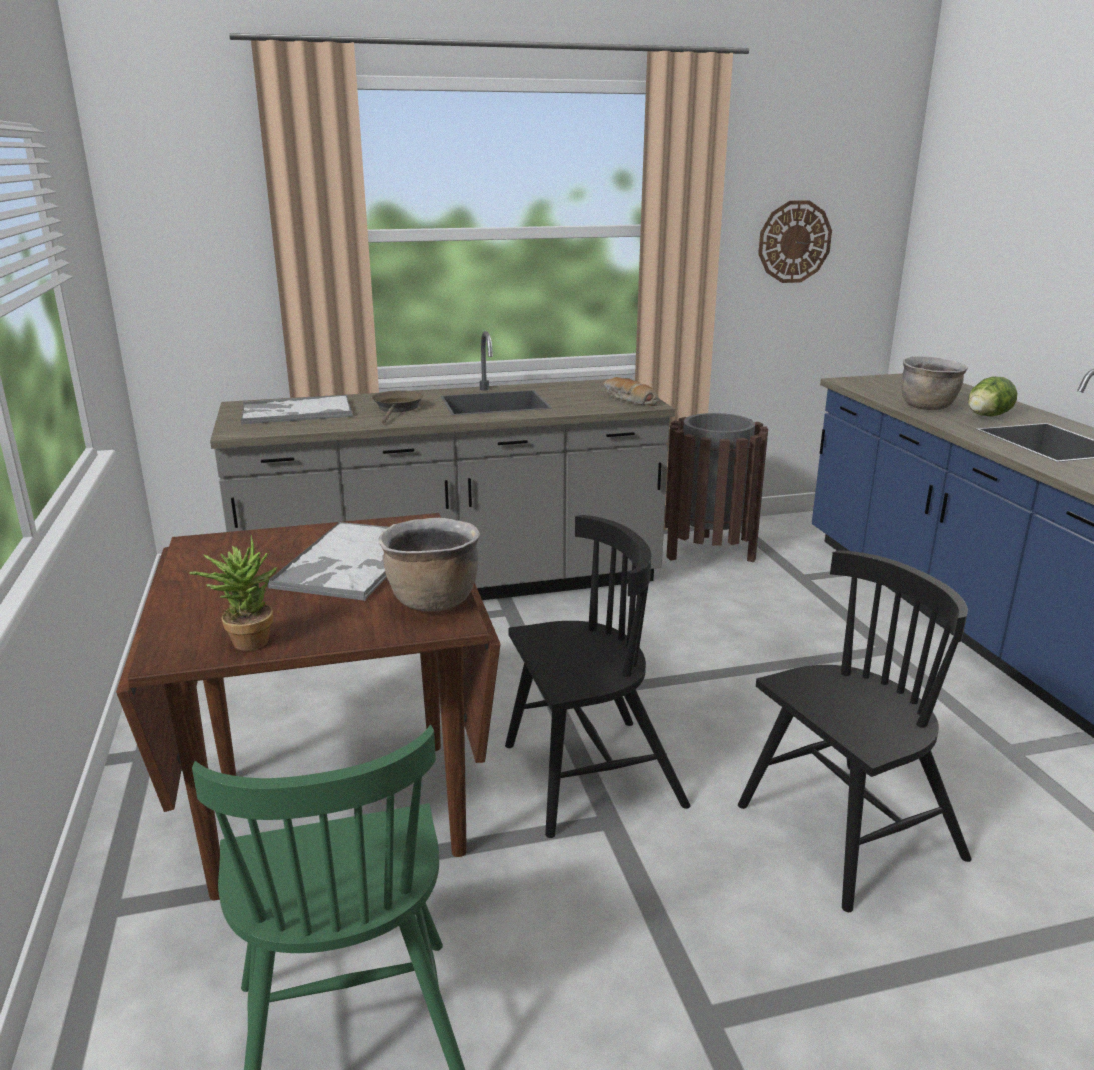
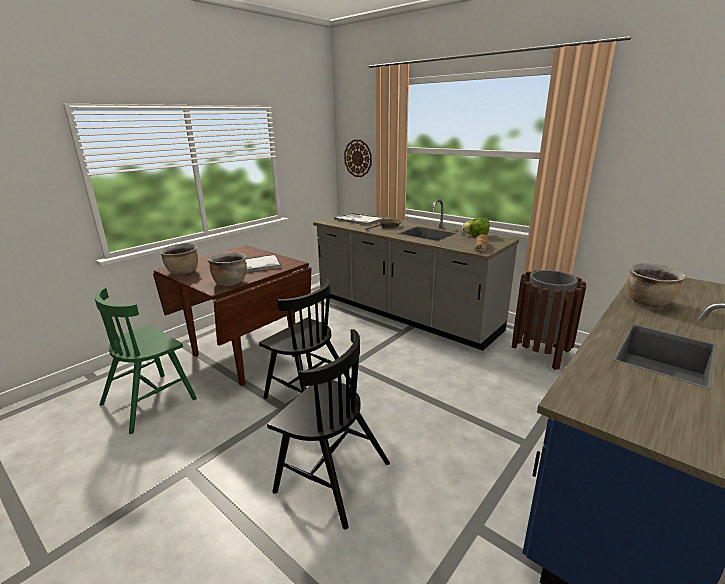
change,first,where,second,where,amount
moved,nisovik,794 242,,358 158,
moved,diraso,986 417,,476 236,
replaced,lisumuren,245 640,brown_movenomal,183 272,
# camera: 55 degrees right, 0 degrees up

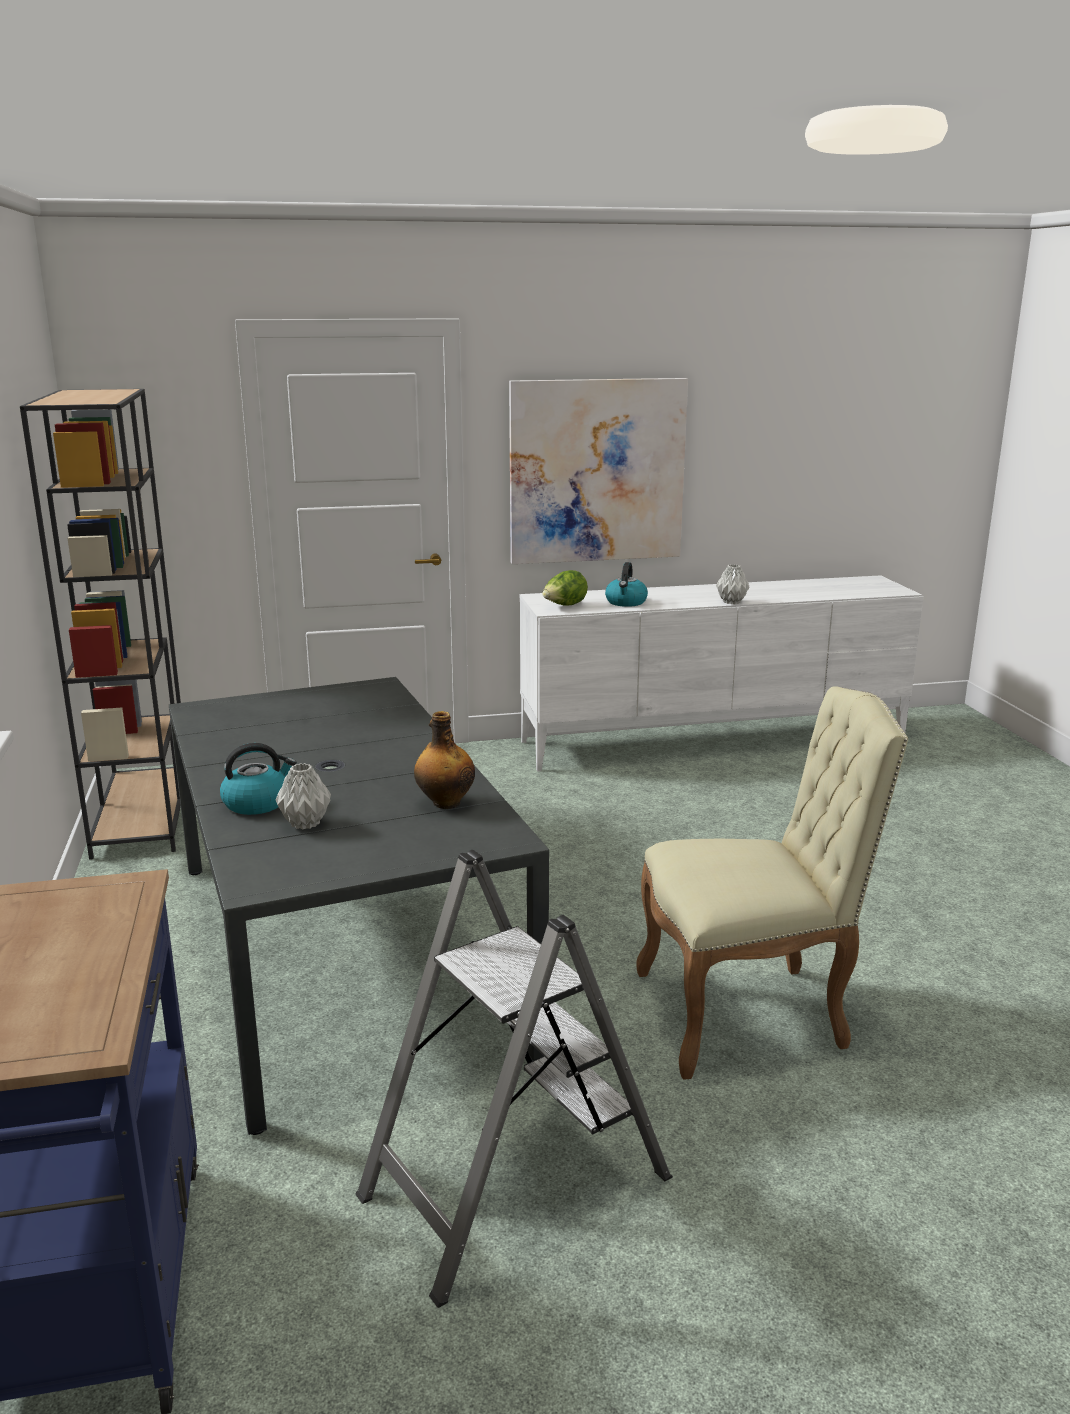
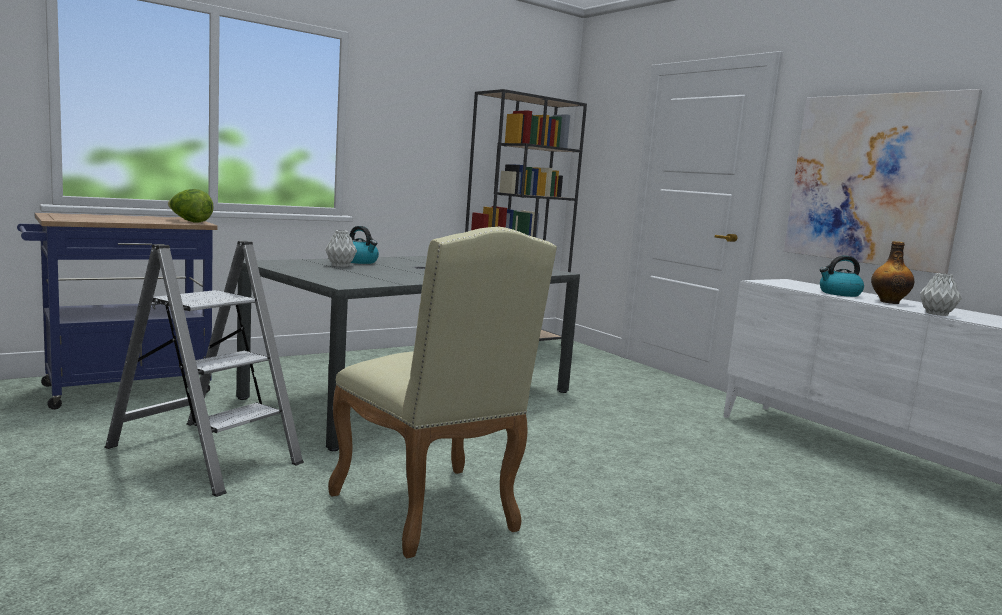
change,first,where,second,where,amount
moved,diraso,564 606,,189 222,
moved,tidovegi,445 803,,889 302,
# camera: 65 degrees right, 10 degrees down

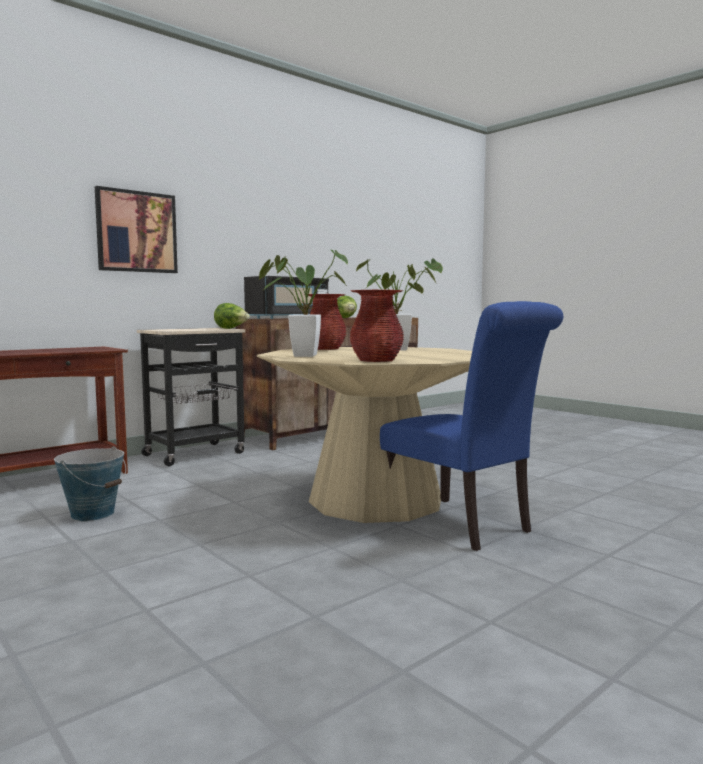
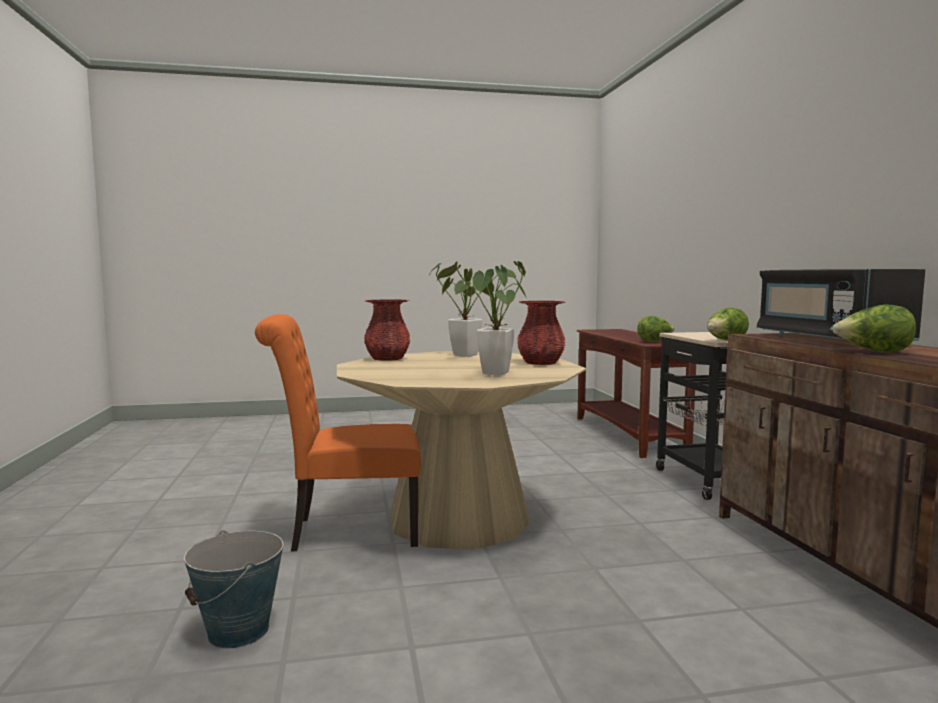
change,first,where,second,where,amount
removed,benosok,136 232,,,
recoloured,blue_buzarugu,464 525,orange_buzarugu,347 531,
moved,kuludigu,93 514,,238 631,
added,,,diraso,655 341,
# camera: 120 degrees right, 0 degrees up

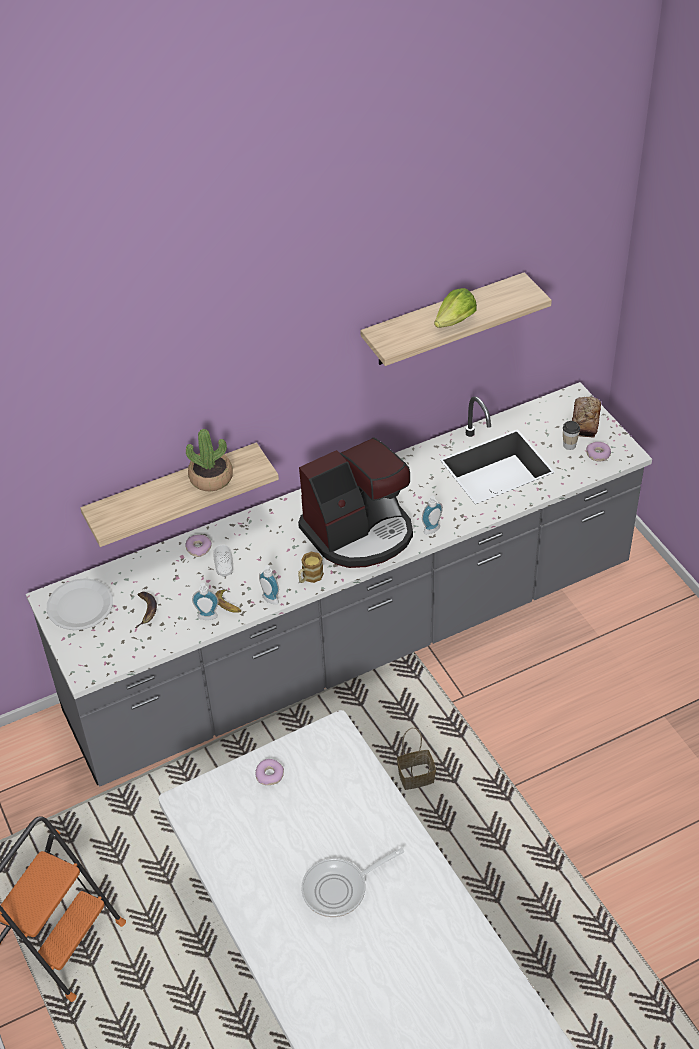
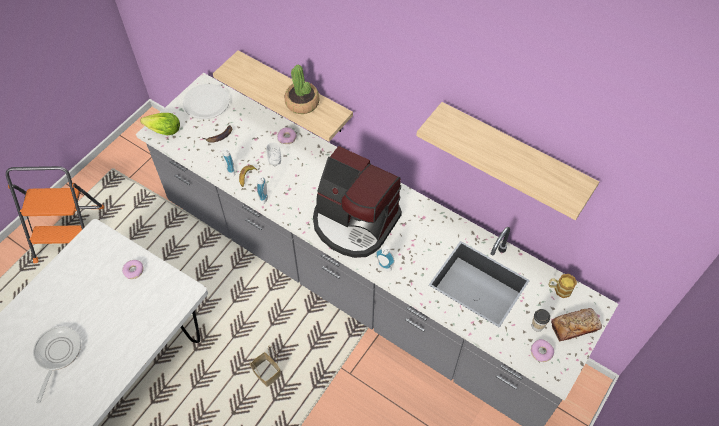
change,first,where,second,where,amount
moved,diraso,455 321,,163 130,
moved,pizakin,309 577,,559 289,
turned,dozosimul,340 888,,57 355,60 degrees clockwise
# camera: 60 degrees right, 10 degrees up

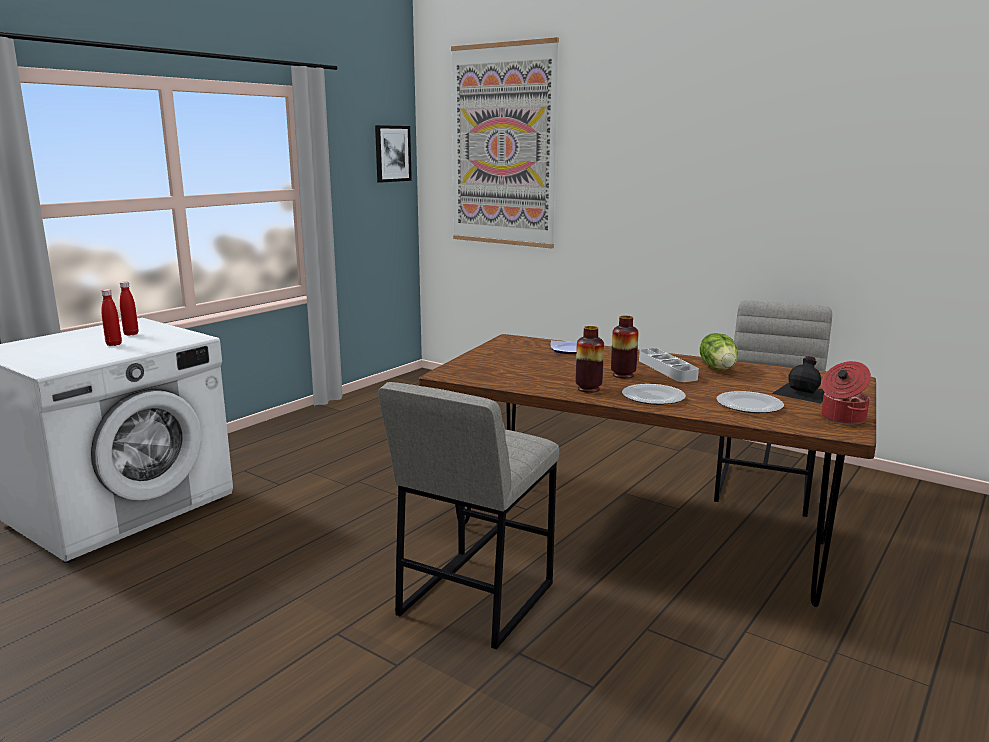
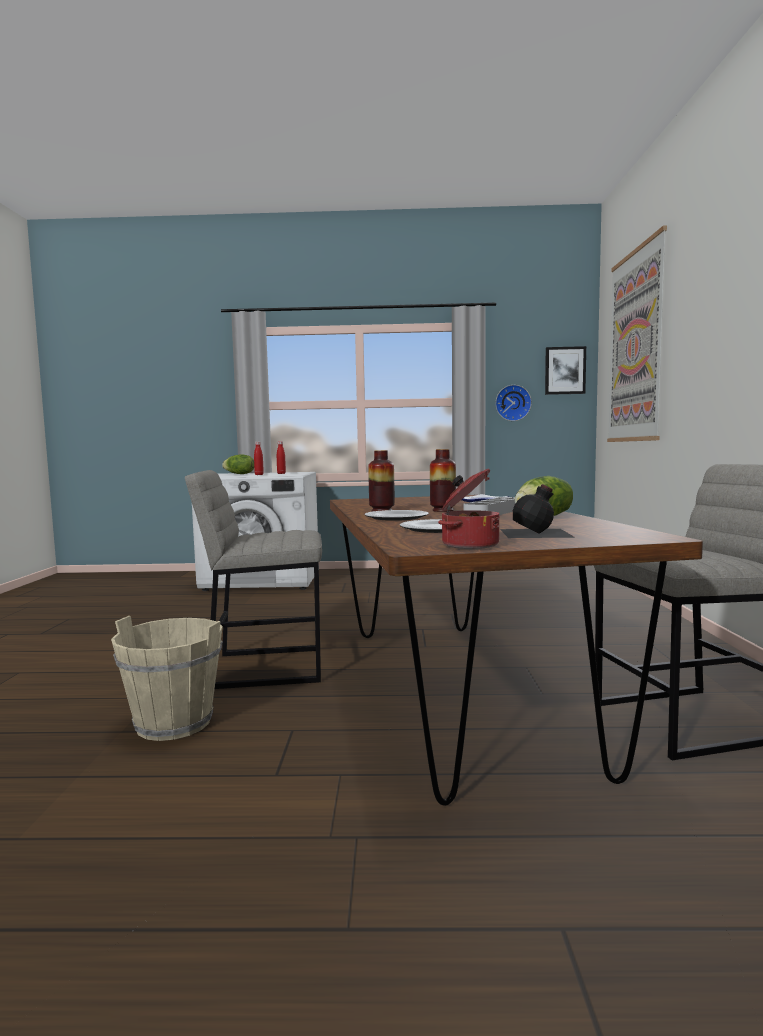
change,first,where,second,where,amount
added,,,nisovik,512 403,
added,,,diraso,239 474,
added,,,beige_kuludigu,174 723,
# camera: 55 degrees right, 10 degrees down

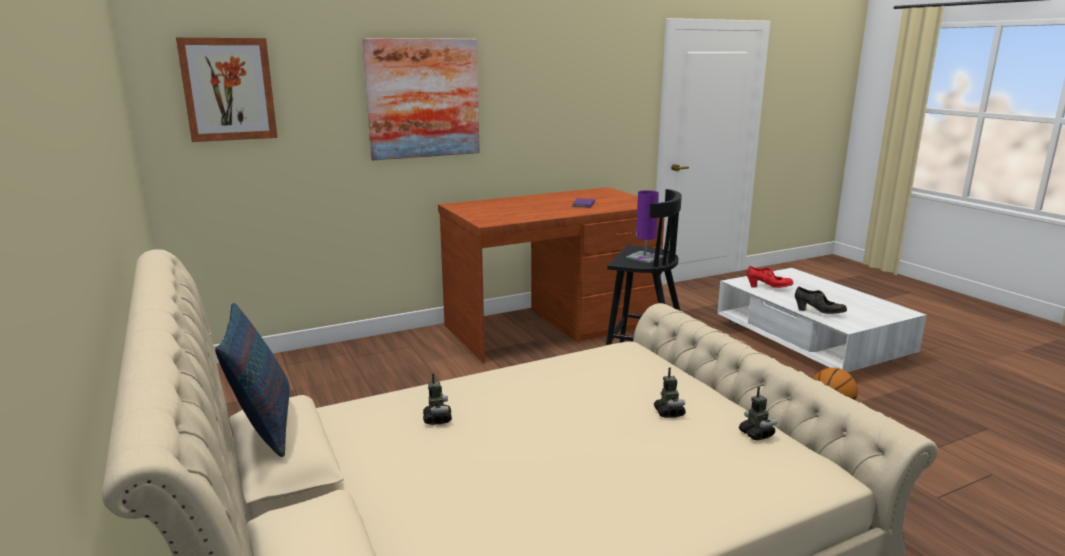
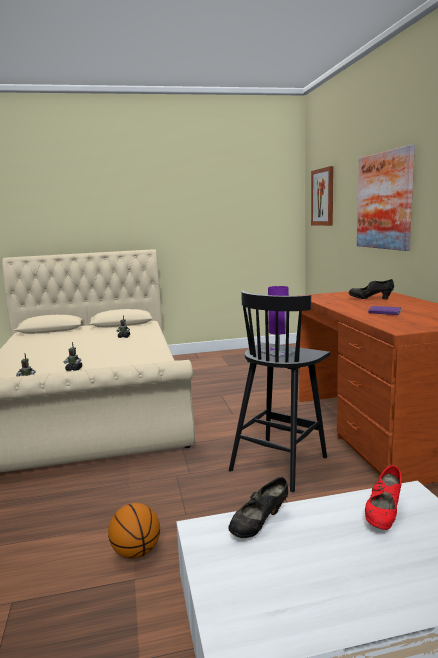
change,first,where,second,where,amount
removed,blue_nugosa,265 427,,,
added,,,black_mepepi,370 299,
# camera: 105 degrees right, 5 degrees down

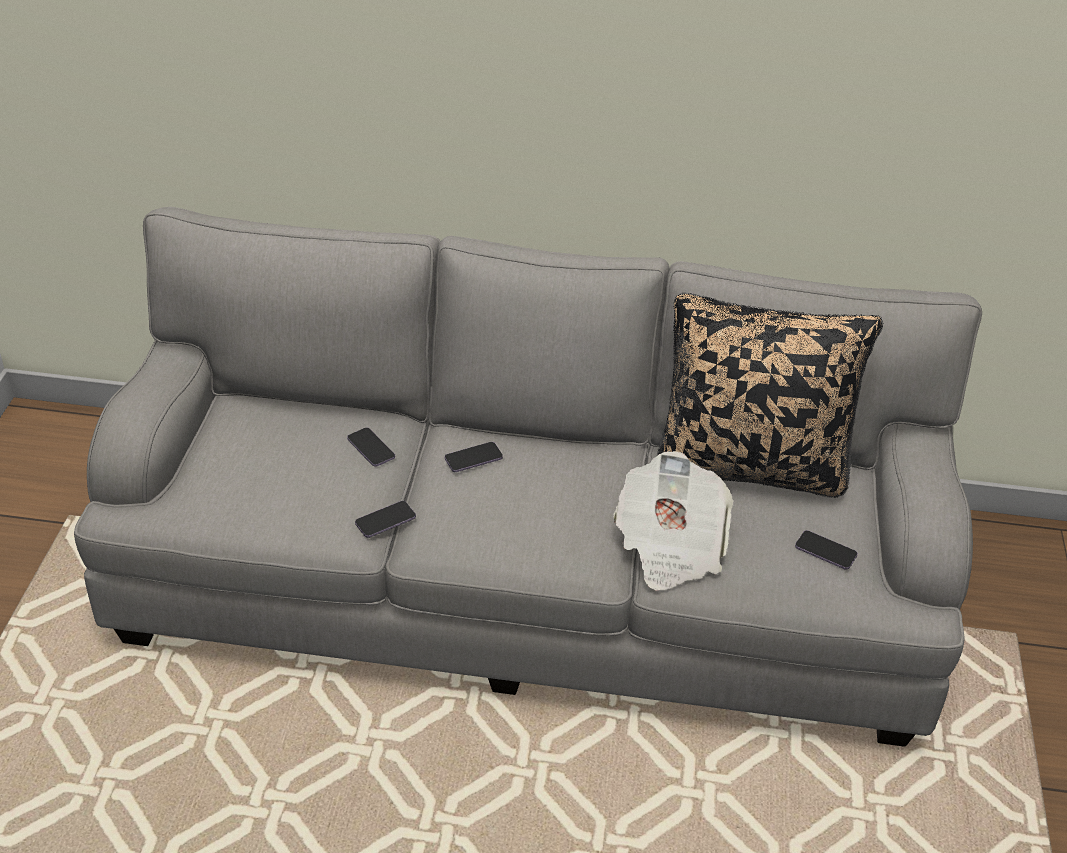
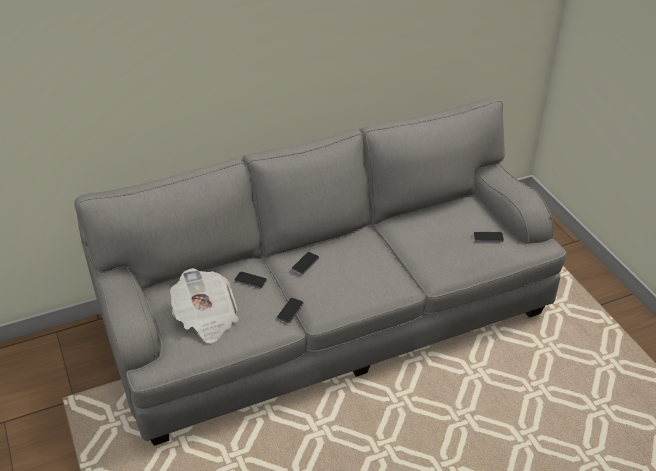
change,first,where,second,where,amount
removed,black_nugosa,752 471,,,
moved,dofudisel,670 546,,206 318,
# camera: 30 degrees left, 0 degrees up

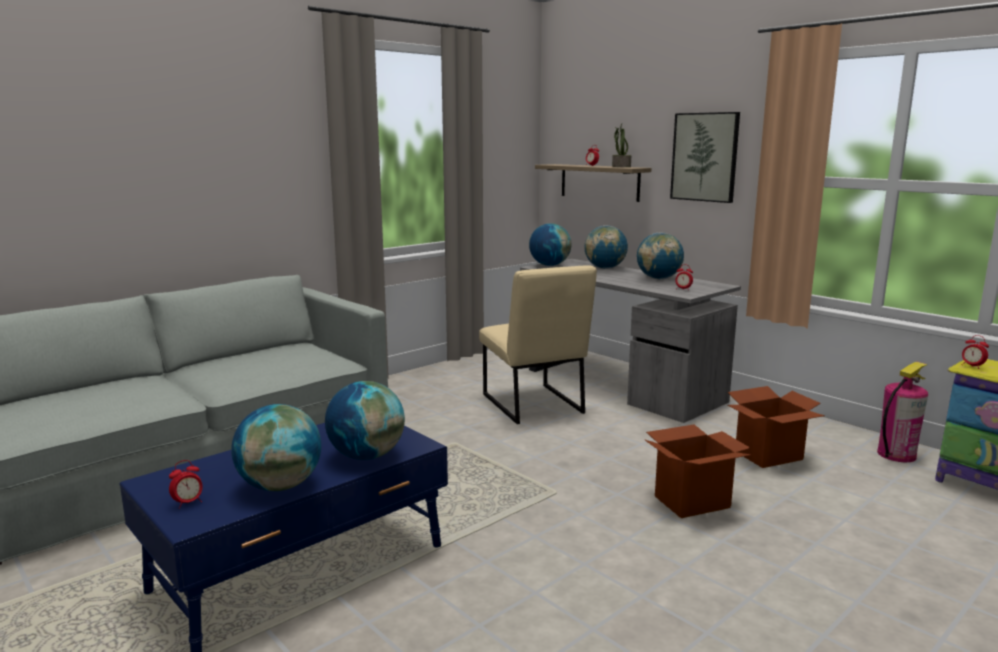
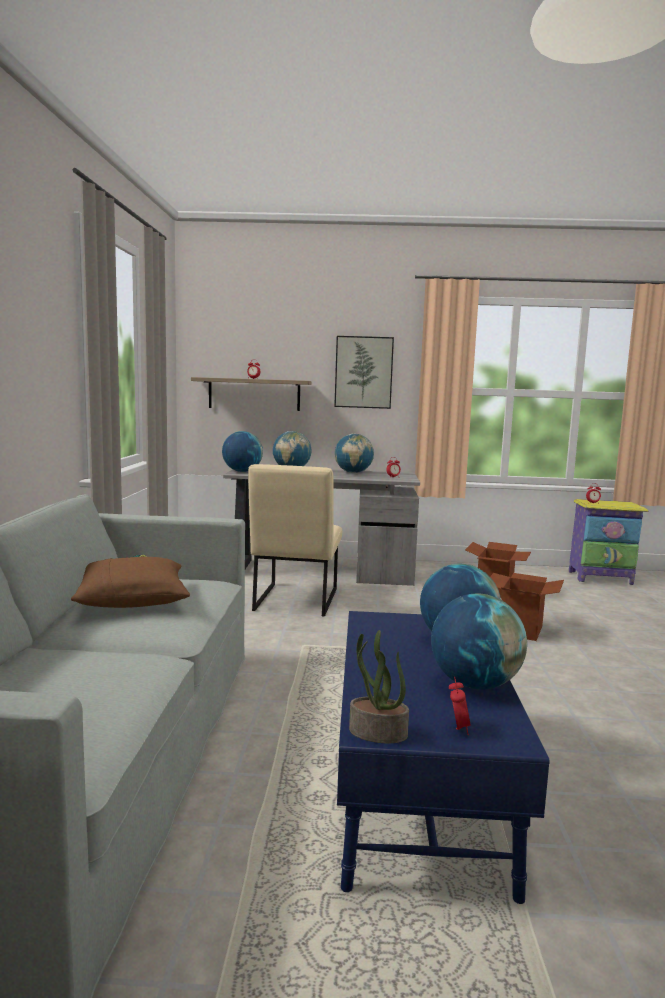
change,first,where,second,where,amount
moved,lisumuren,620 166,,377 733,
turned,beige_buzarugu,533 404,,295 600,75 degrees clockwise
removed,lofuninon,896 454,,,
added,,,brown_nugosa,132 601,
# camera: 45 degrees left, 5 degrees down

